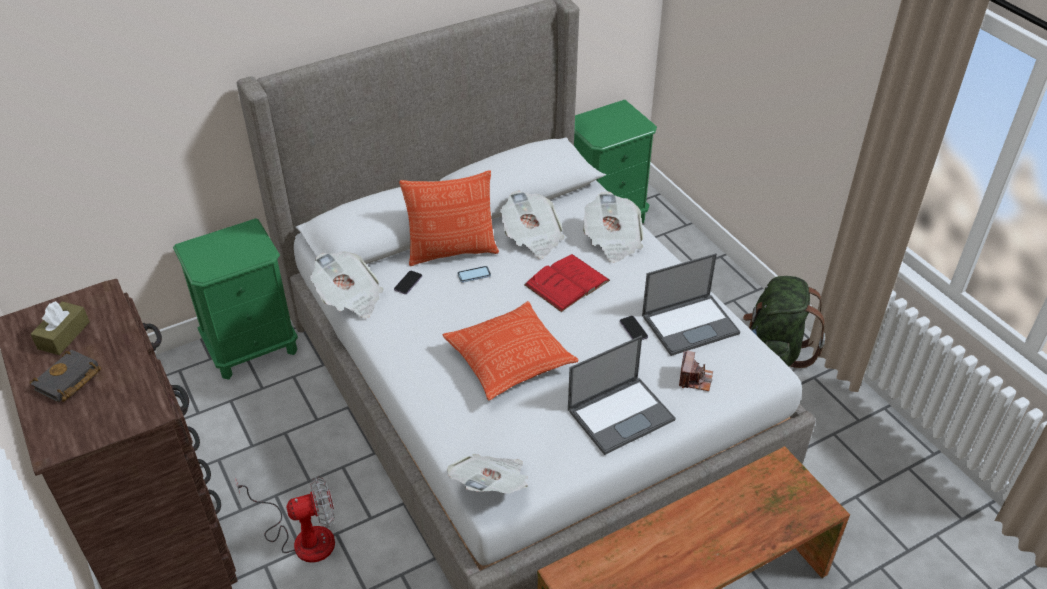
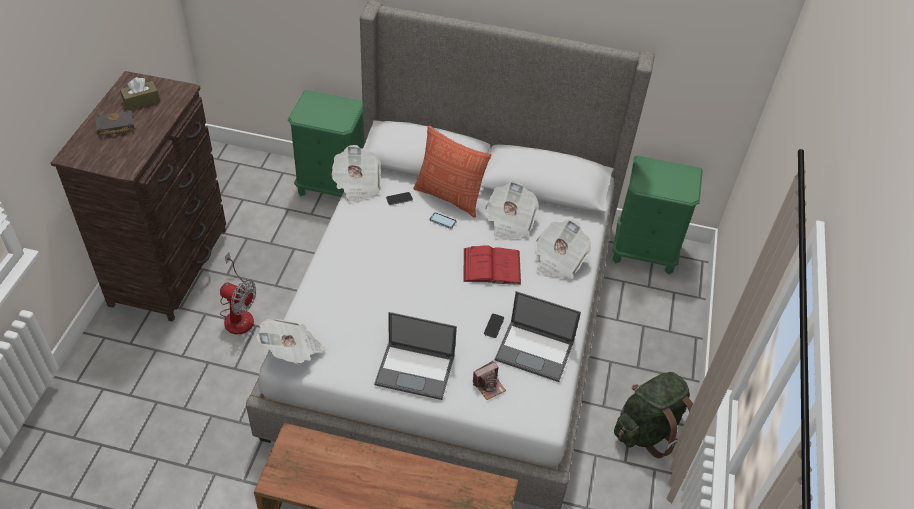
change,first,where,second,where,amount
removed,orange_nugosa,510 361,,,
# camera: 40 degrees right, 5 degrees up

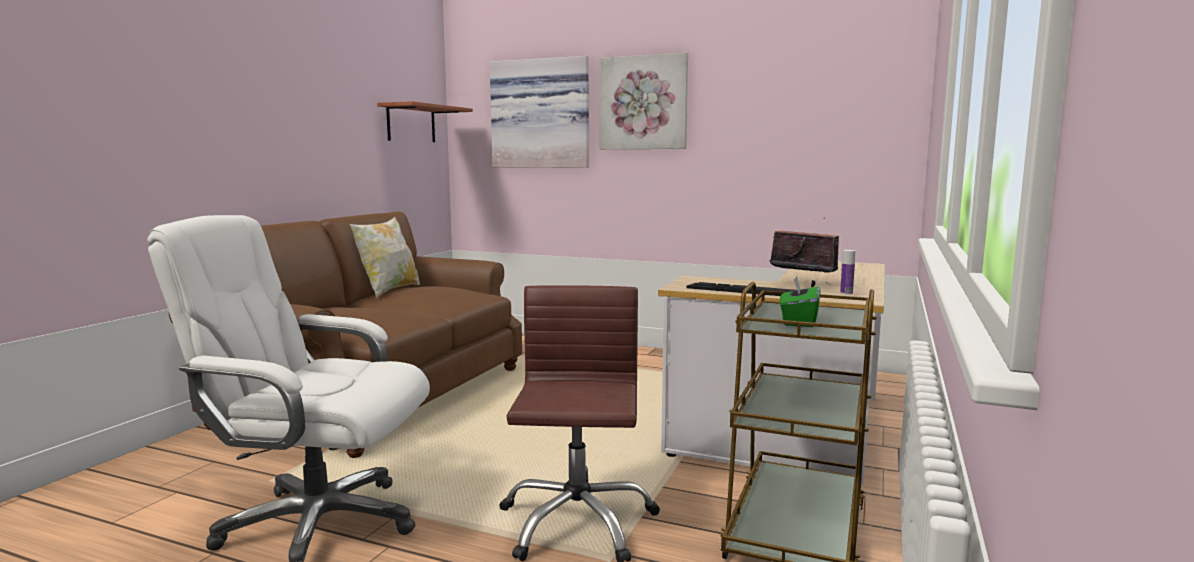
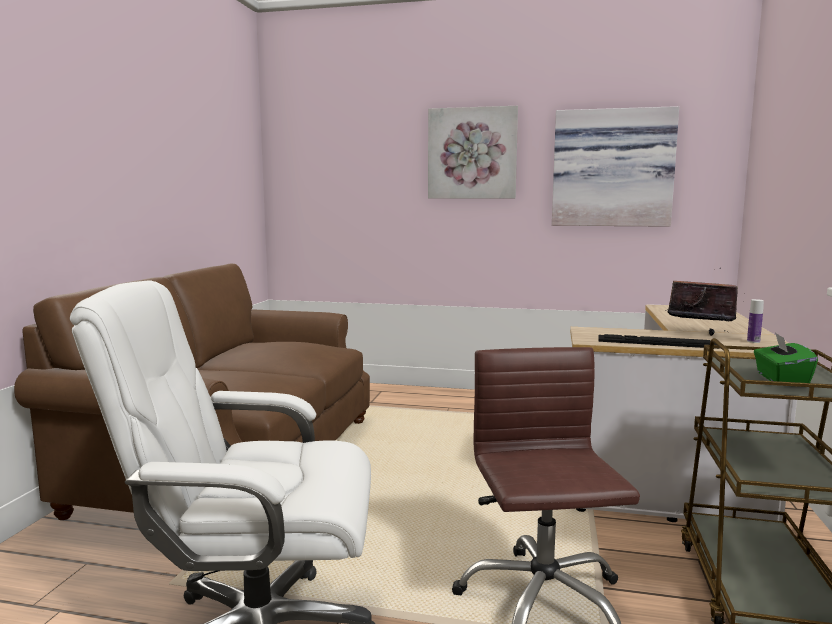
change,first,where,second,where,amount
moved,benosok,541 114,,612 168,
removed,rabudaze,411 124,,,
removed,nugosa,388 290,,,
# camera: 10 degrees left, 0 degrees up

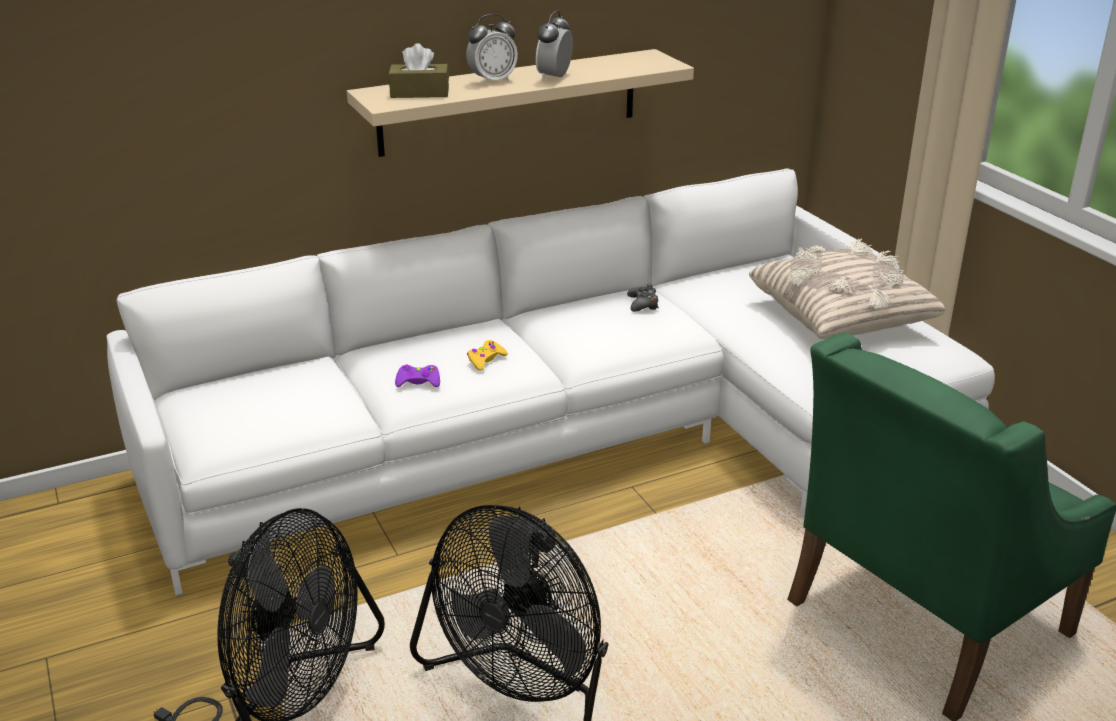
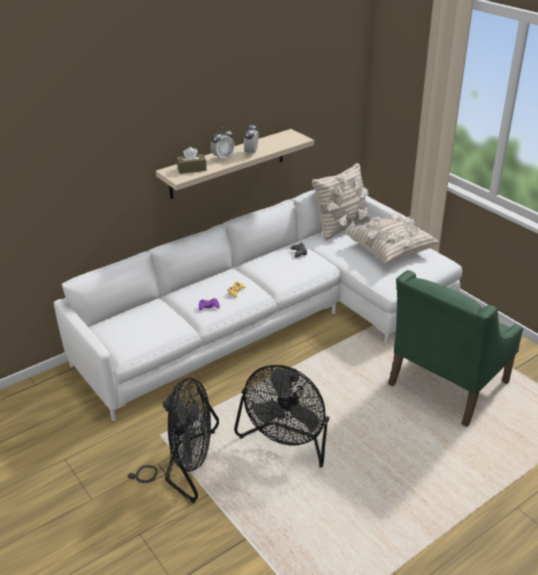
change,first,where,second,where,amount
added,,,beige_nugosa,342 228,
# camera: 10 degrees left, 5 degrees up

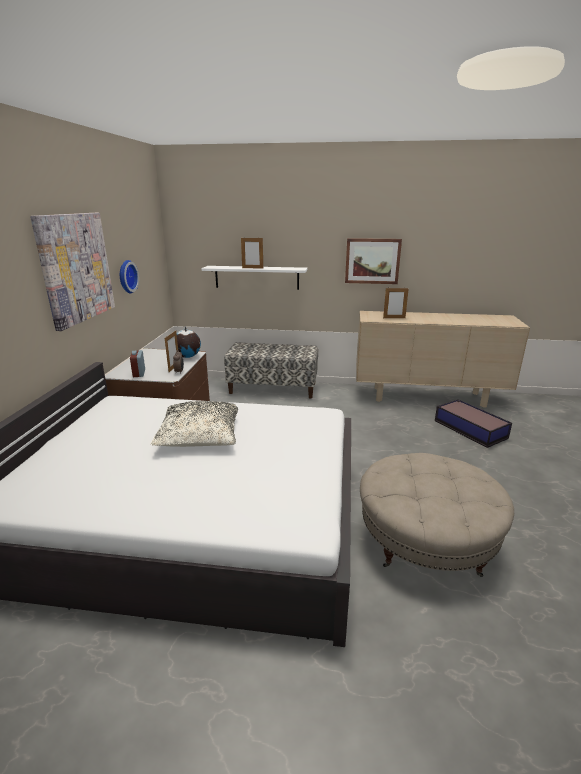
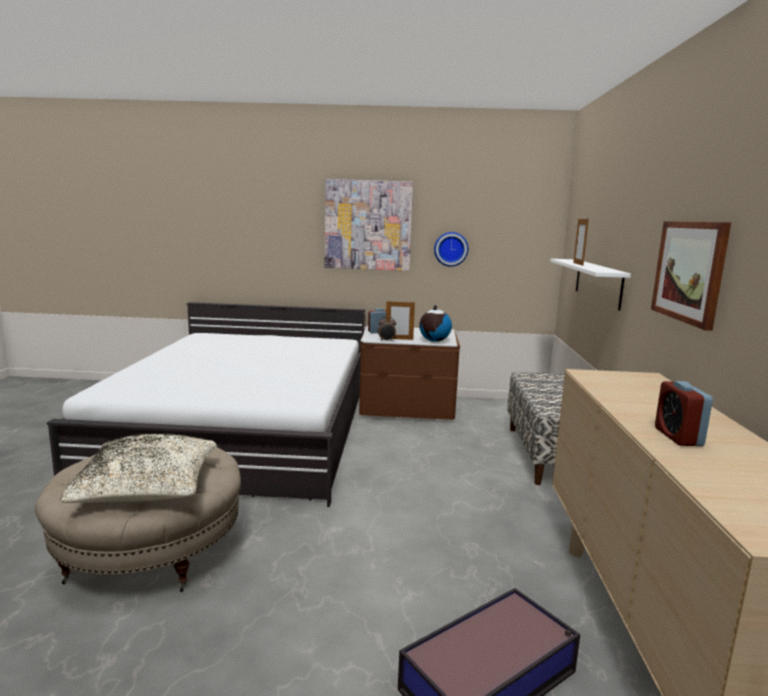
change,first,where,second,where,amount
removed,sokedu,394 318,,,
moved,beige_nugosa,199 435,,148 485,
added,,,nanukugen,678 437,
# camera: 85 degrees right, 10 degrees down

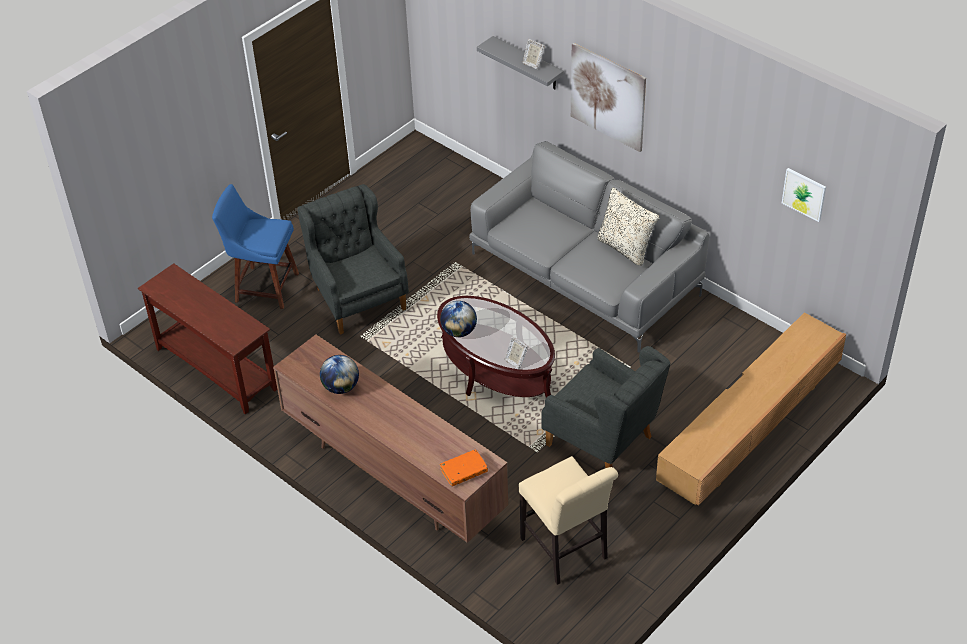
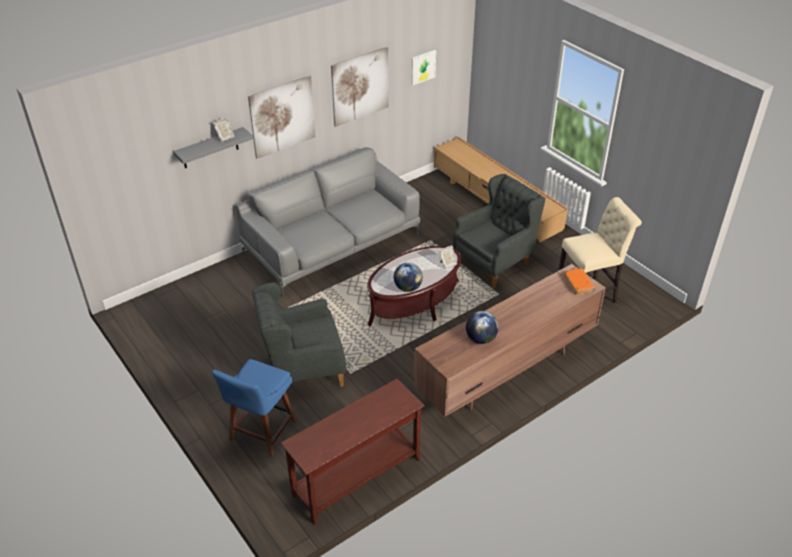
change,first,where,second,where,amount
removed,beige_nugosa,625 250,,,
added,,,benosok,360 86,
# camera: 80 degrees left, 5 degrees down

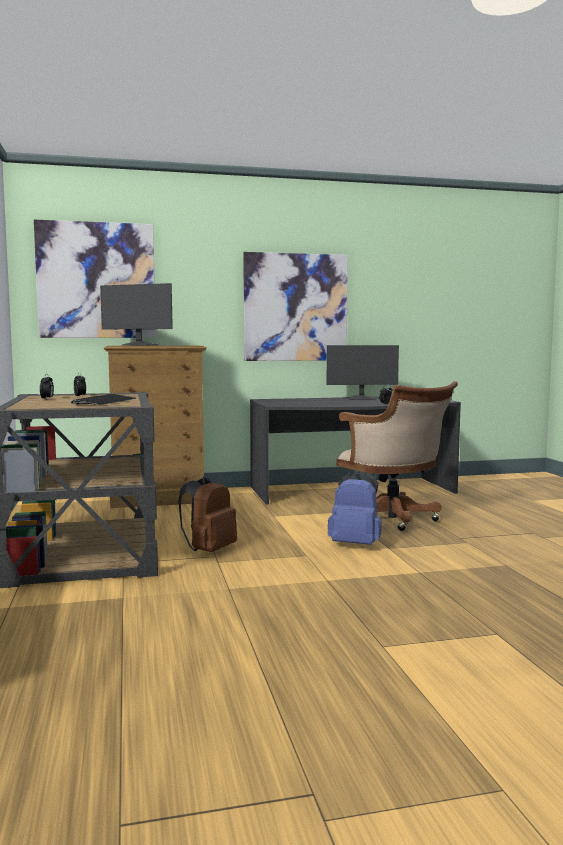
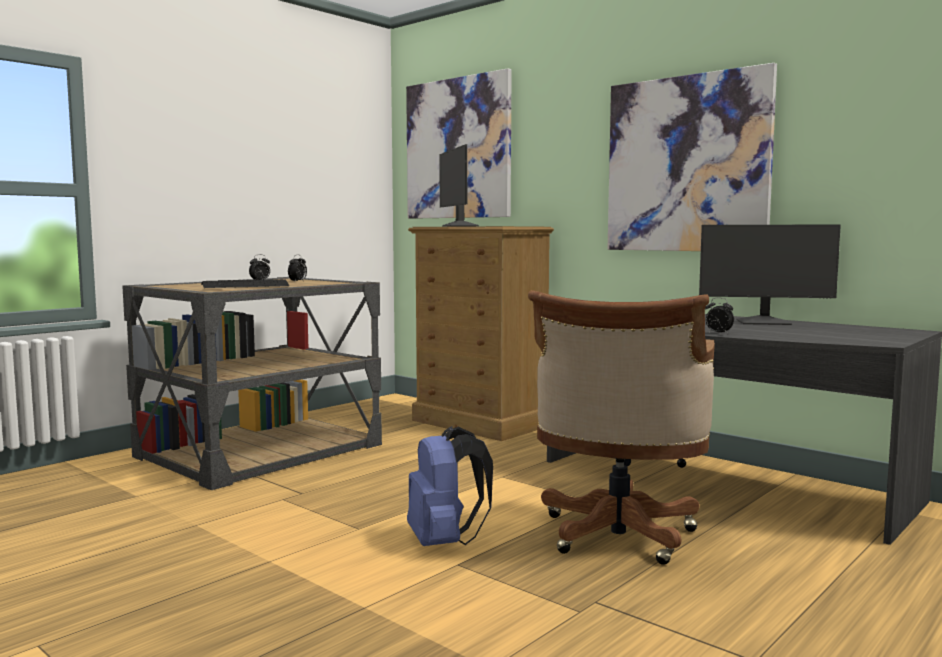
change,first,where,second,where,amount
turned,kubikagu,361 398,,764 322,45 degrees counterclockwise
removed,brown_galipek,209 550,,,
# camera: 55 degrees right, 0 degrees up

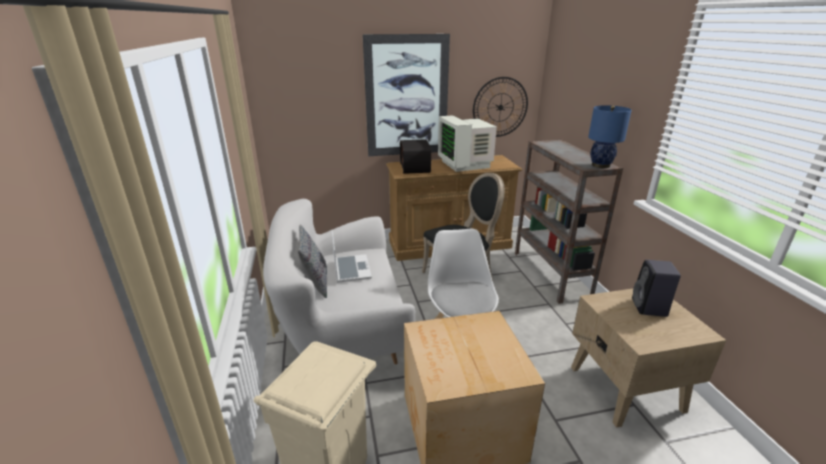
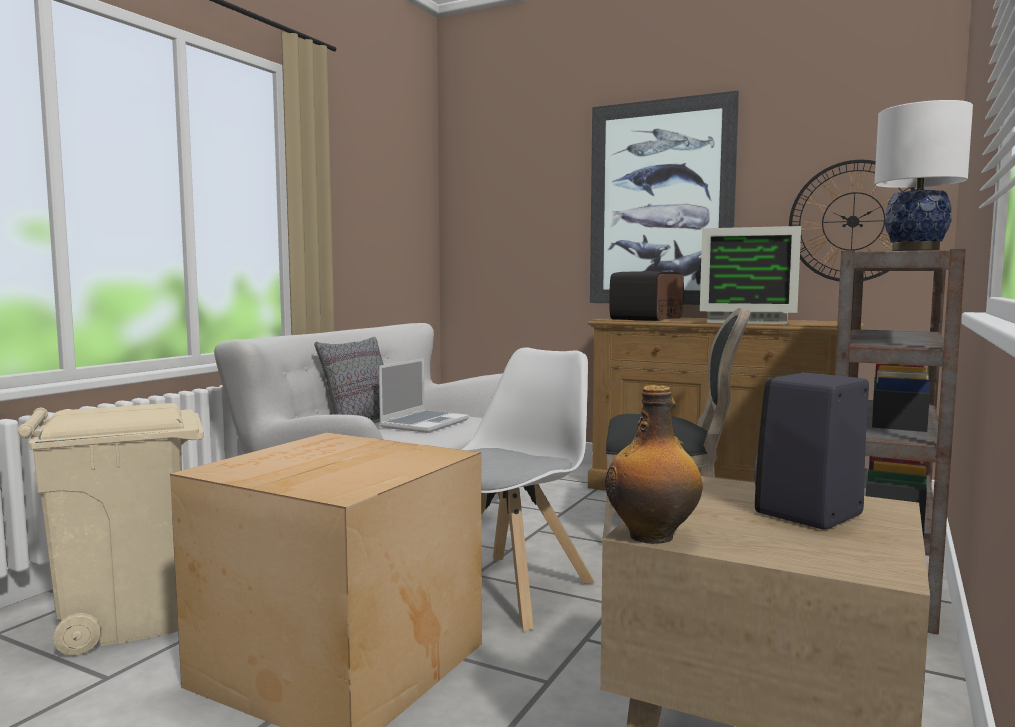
change,first,where,second,where,amount
recoloured,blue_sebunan,600 165,white_sebunan,915 250,
turned,kubikagu,465 164,,748 321,90 degrees counterclockwise
added,,,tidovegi,653 536,
# camera: 40 degrees right, 20 degrees down

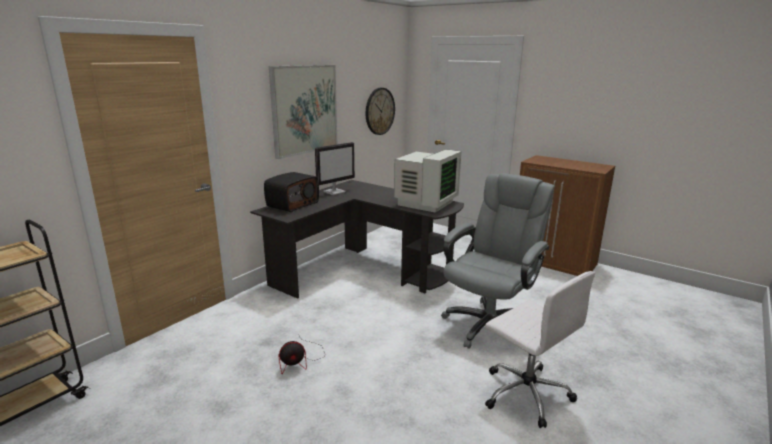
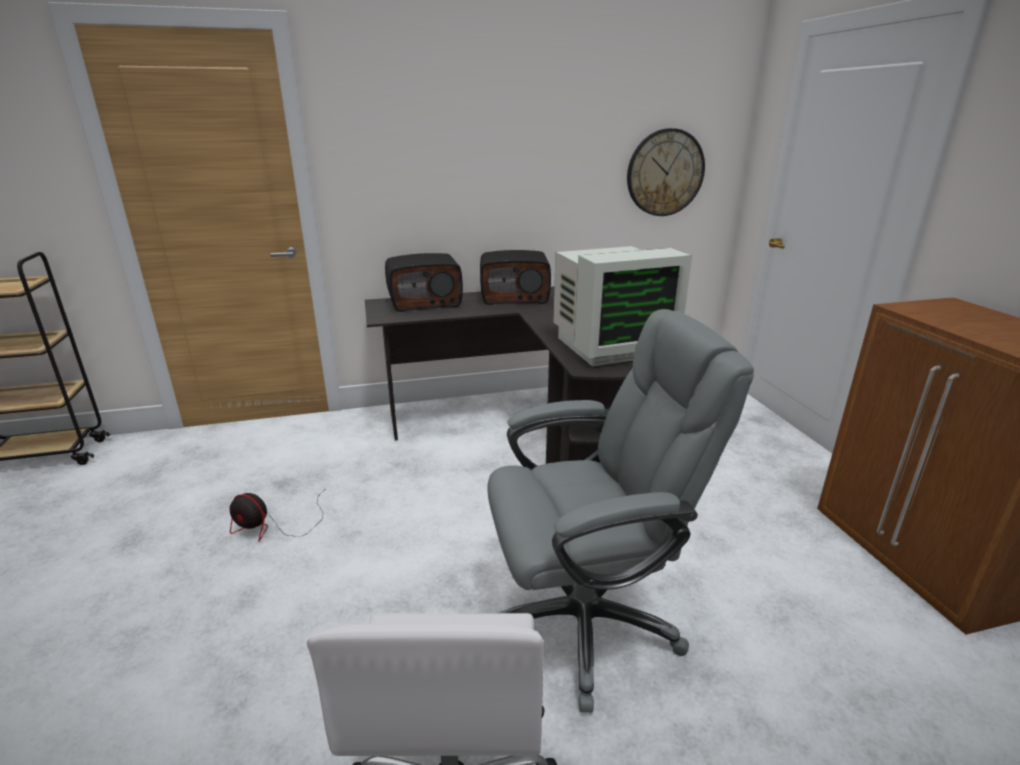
change,first,where,second,where,amount
removed,benosok,304 109,,,
replaced,kubikagu,334 192,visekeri,514 297,
# camera: 40 degrees right, 5 degrees up

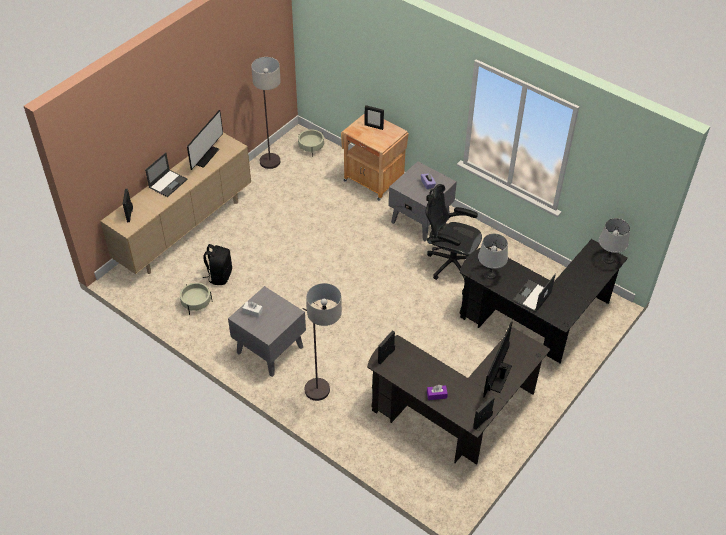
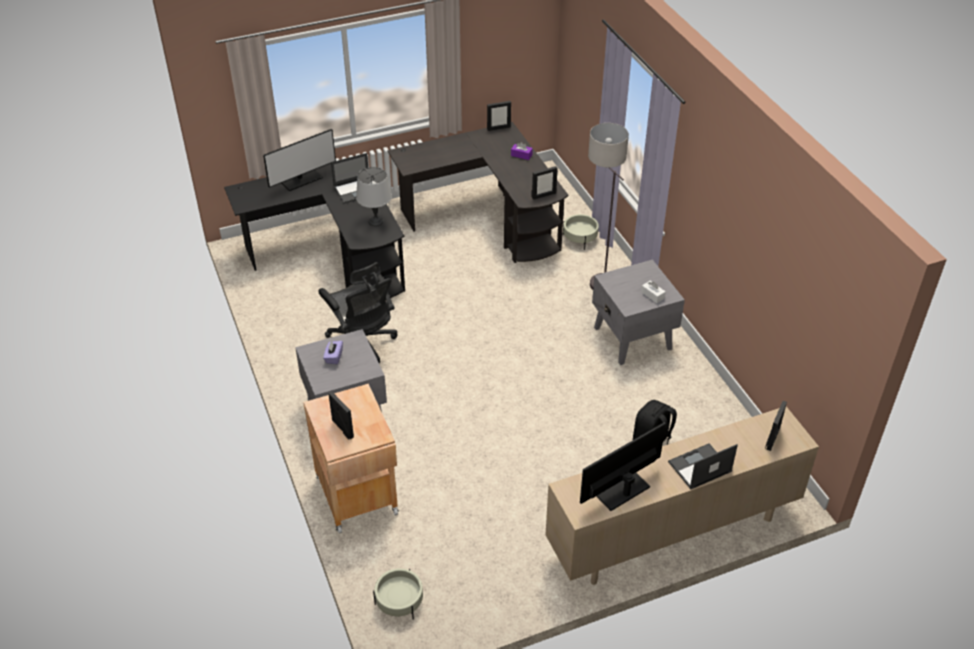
change,first,where,second,where,amount
removed,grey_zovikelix,272 165,,,
removed,grey_sebunan,608 259,,,
moved,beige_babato,196 303,,580 238,
moved,kubikagu,498 376,,302 180,
# camera: 150 degrees left, 5 degrees down

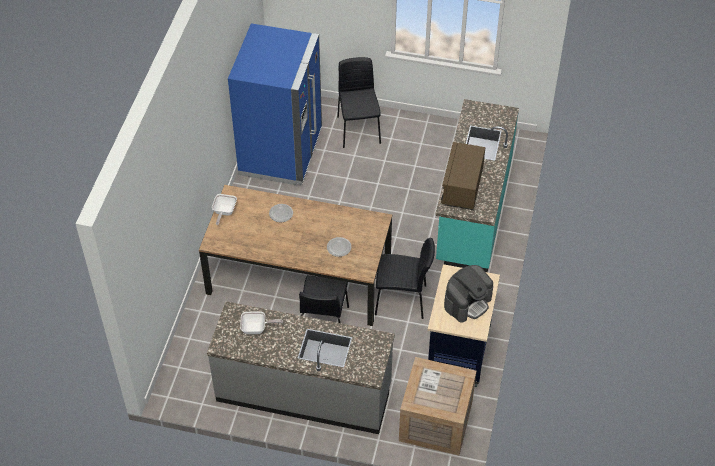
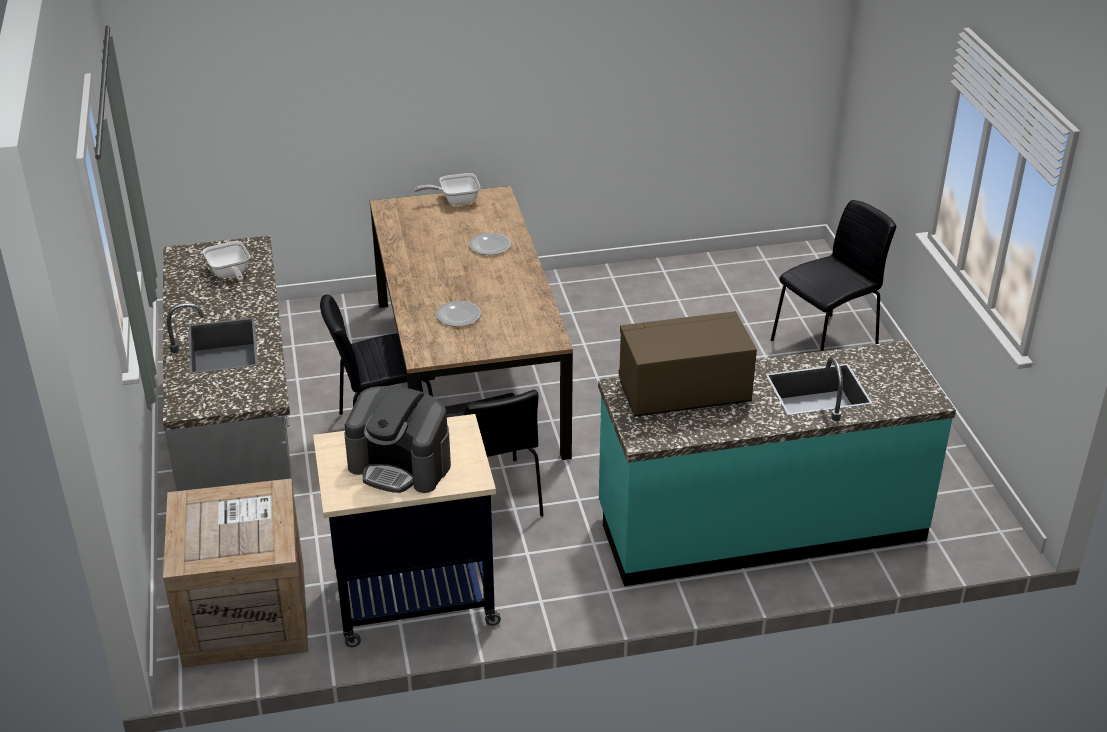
change,first,where,second,where,amount
removed,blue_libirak,281 153,,,
# camera: 65 degrees right, 15 degrees down

